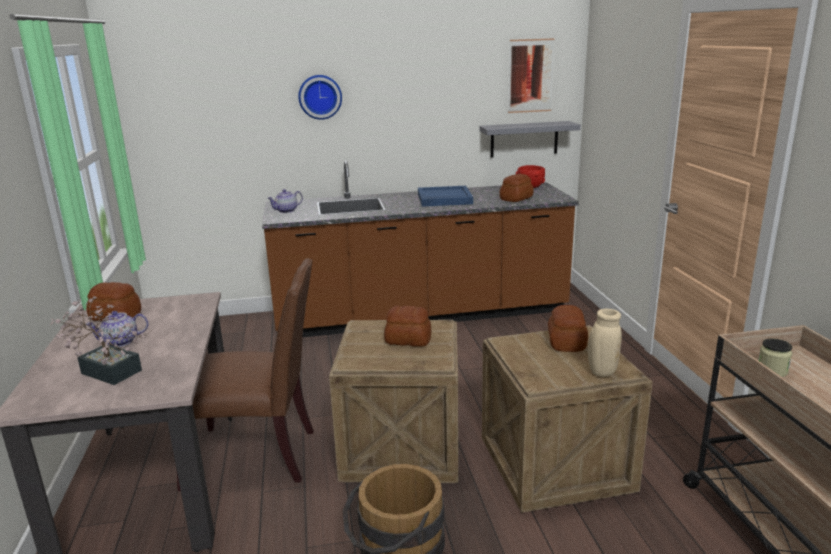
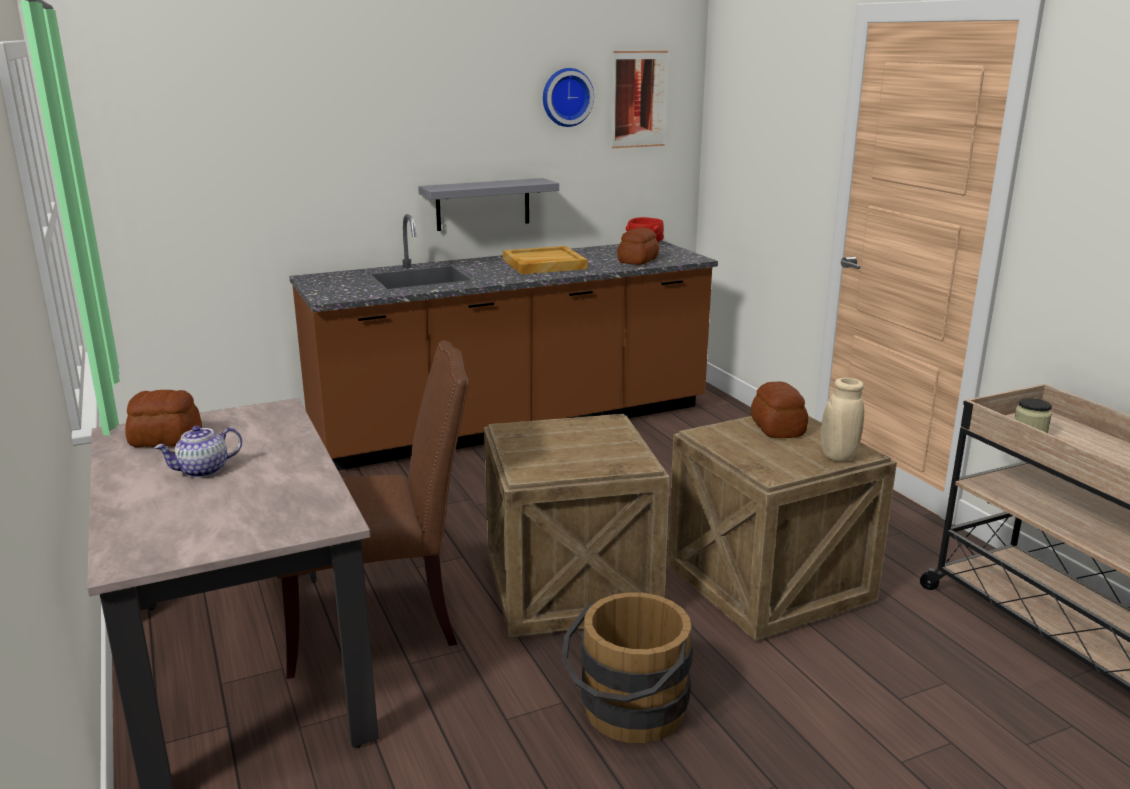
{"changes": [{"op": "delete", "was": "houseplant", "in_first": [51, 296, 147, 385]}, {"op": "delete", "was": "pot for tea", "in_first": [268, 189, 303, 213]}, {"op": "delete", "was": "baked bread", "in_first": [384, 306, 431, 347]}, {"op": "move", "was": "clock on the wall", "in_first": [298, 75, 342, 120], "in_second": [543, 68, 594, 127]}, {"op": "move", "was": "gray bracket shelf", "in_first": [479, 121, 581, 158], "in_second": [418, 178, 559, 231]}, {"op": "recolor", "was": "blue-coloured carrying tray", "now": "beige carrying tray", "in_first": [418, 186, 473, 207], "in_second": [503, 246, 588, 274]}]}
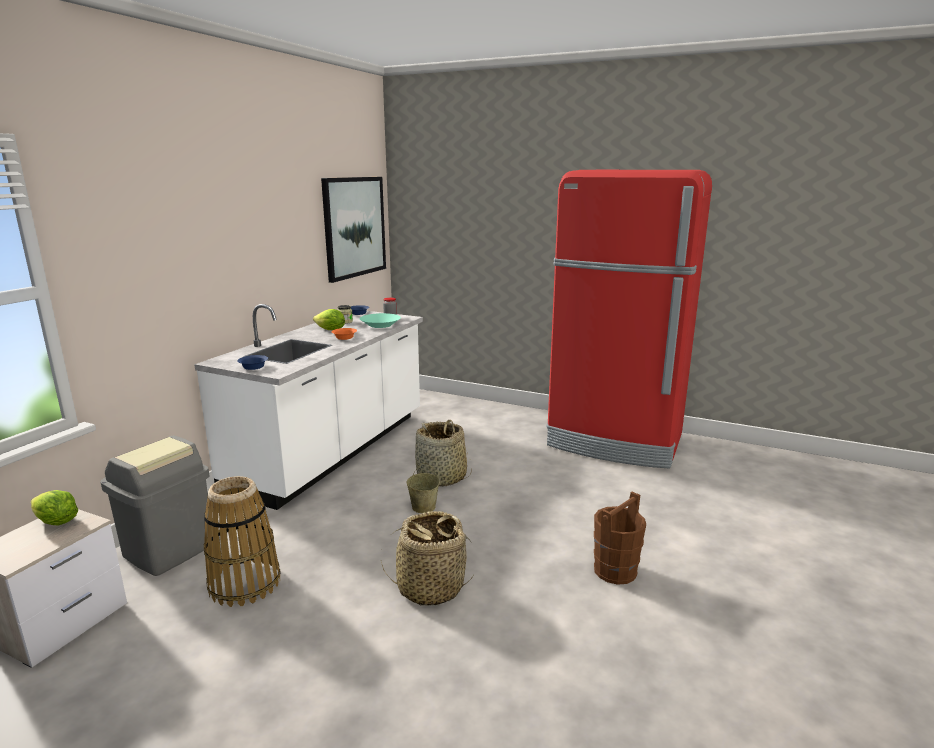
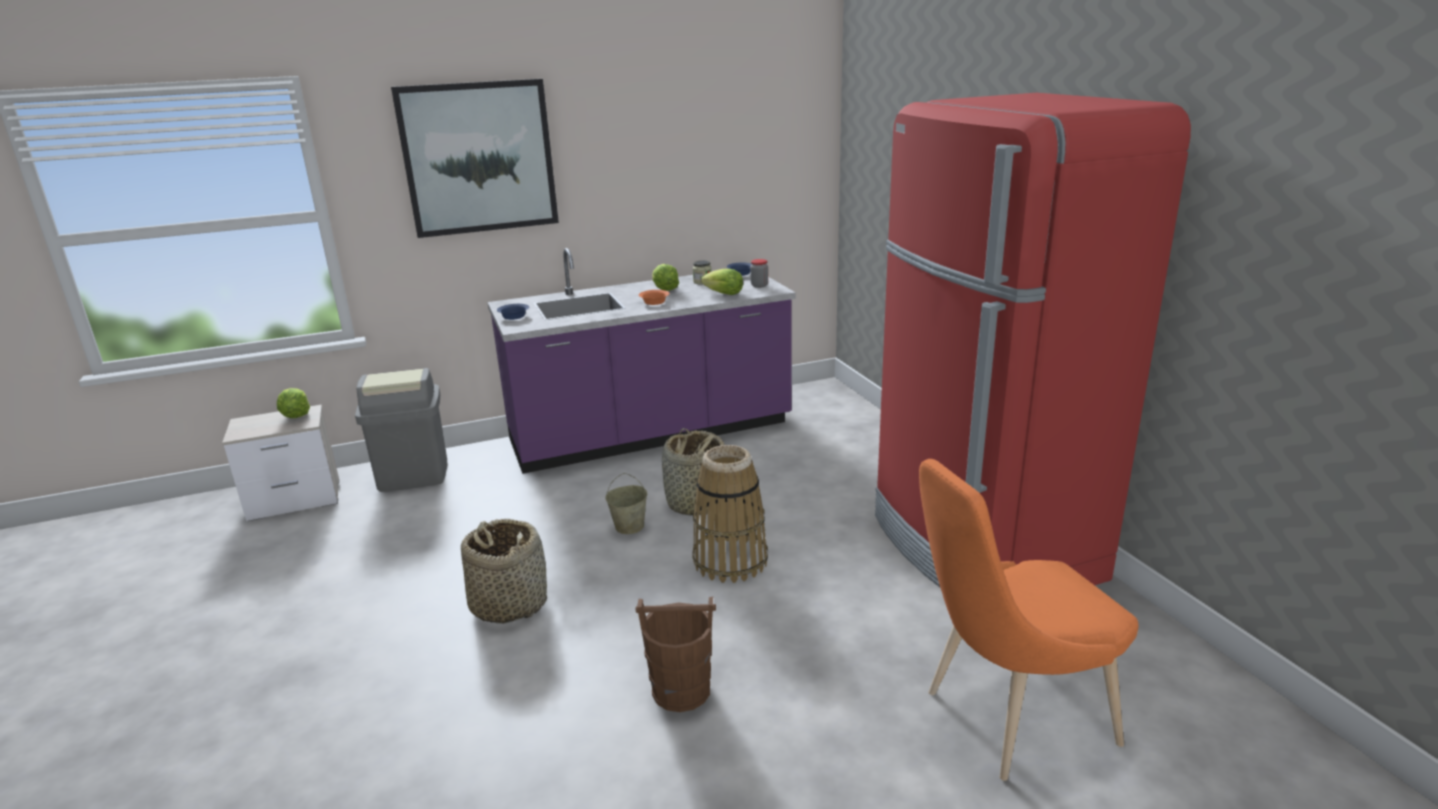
{"changes": [{"op": "insert", "now": "orange-coloured upright chair", "in_second": [919, 459, 1139, 781]}, {"op": "move", "was": "storage basket", "in_first": [204, 476, 281, 607], "in_second": [692, 445, 768, 583]}, {"op": "move", "was": "wall art", "in_first": [321, 177, 386, 283], "in_second": [391, 79, 559, 238]}, {"op": "replace", "was": "turquoise serving bowl", "now": "head of lettuce", "in_first": [360, 313, 401, 328], "in_second": [701, 269, 743, 295]}, {"op": "recolor", "was": "whitish kitchen base unit", "now": "purple-coloured kitchen base unit", "in_first": [194, 304, 423, 510], "in_second": [487, 248, 796, 474]}]}
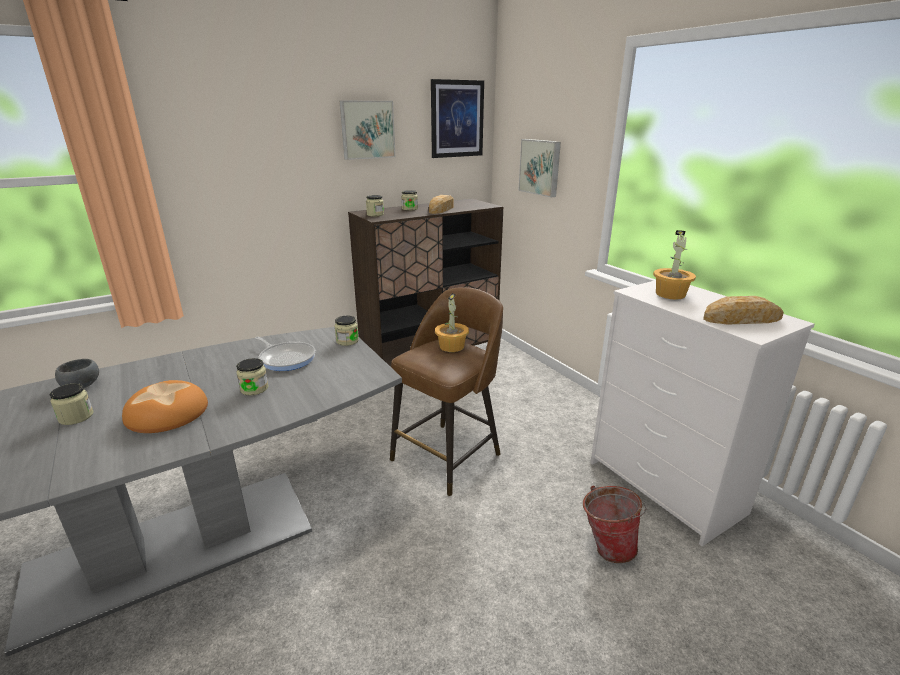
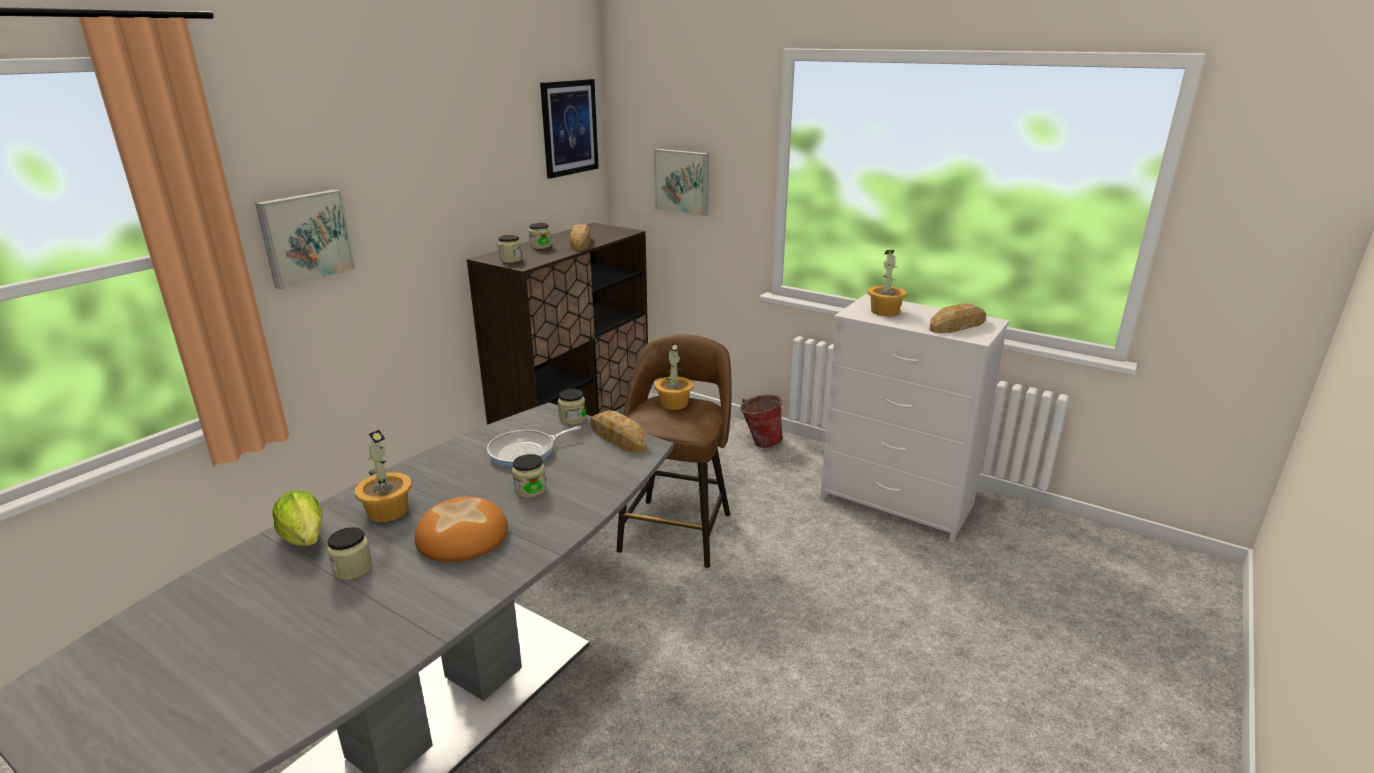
{"changes": [{"op": "insert", "now": "houseplant", "in_second": [355, 430, 412, 522]}, {"op": "insert", "now": "baked bread", "in_second": [590, 411, 647, 453]}, {"op": "move", "was": "wall art", "in_first": [340, 101, 395, 160], "in_second": [255, 189, 356, 289]}, {"op": "move", "was": "water bucket", "in_first": [583, 485, 646, 563], "in_second": [740, 394, 784, 448]}, {"op": "replace", "was": "gray serving bowl", "now": "head of lettuce", "in_first": [55, 359, 99, 388], "in_second": [272, 490, 323, 546]}, {"op": "rotate", "was": "frying pan", "in_first": [255, 337, 315, 371], "in_second": [487, 426, 581, 467], "clockwise": 135}]}
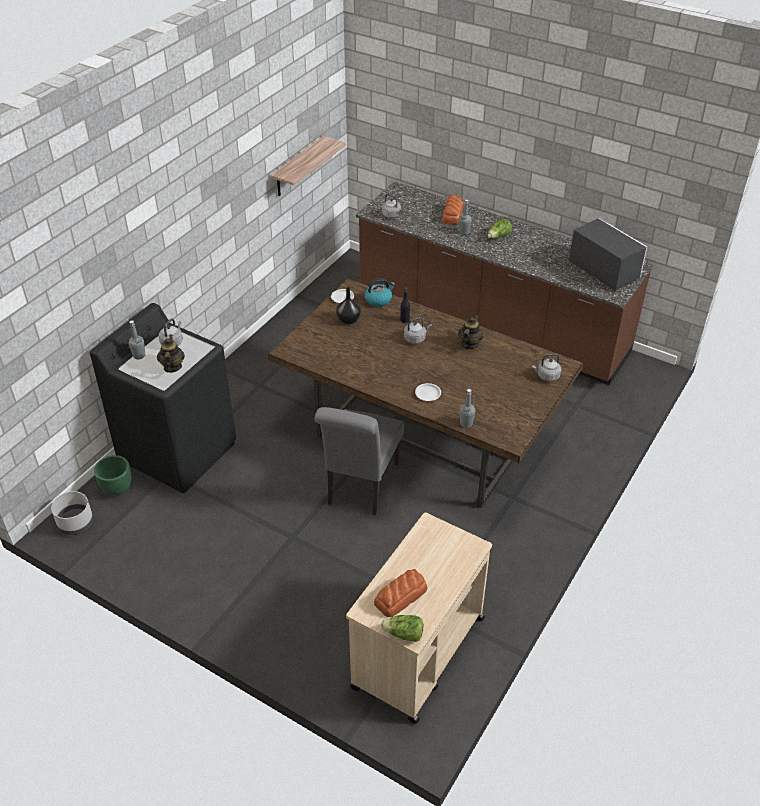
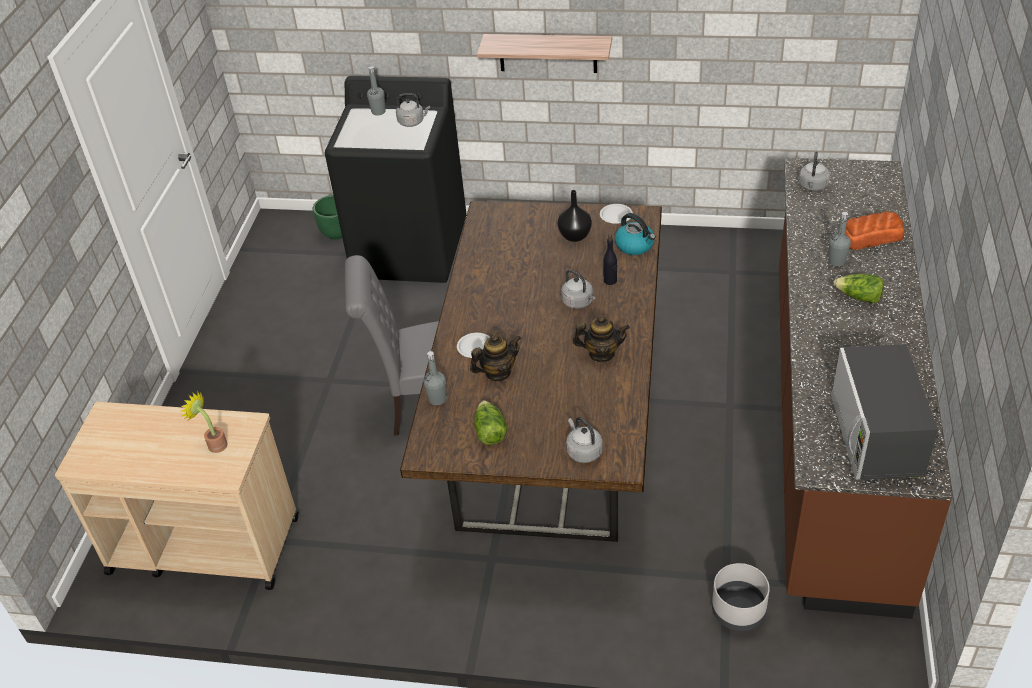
{"changes": [{"op": "delete", "was": "baked bread", "in_first": [374, 569, 427, 617]}, {"op": "insert", "now": "houseplant", "in_second": [181, 390, 228, 453]}, {"op": "move", "was": "gray planter", "in_first": [51, 491, 93, 535], "in_second": [712, 563, 770, 631]}, {"op": "move", "was": "pot for tea", "in_first": [157, 335, 185, 373], "in_second": [470, 334, 521, 381]}, {"op": "move", "was": "bracket shelf", "in_first": [270, 136, 346, 196], "in_second": [477, 34, 612, 73]}, {"op": "move", "was": "head of lettuce", "in_first": [381, 615, 423, 642], "in_second": [474, 400, 507, 445]}, {"op": "rotate", "was": "microwave", "in_first": [569, 218, 647, 291], "in_second": [831, 344, 938, 480], "clockwise": 150}]}
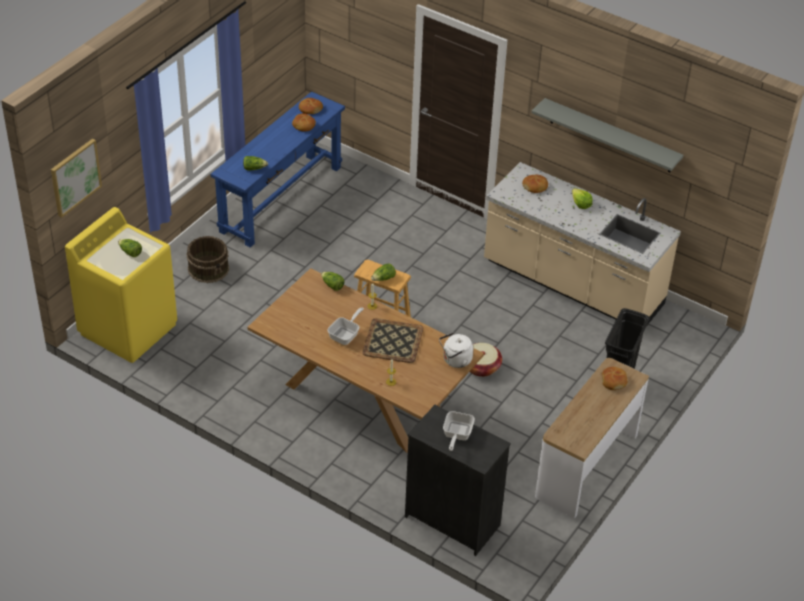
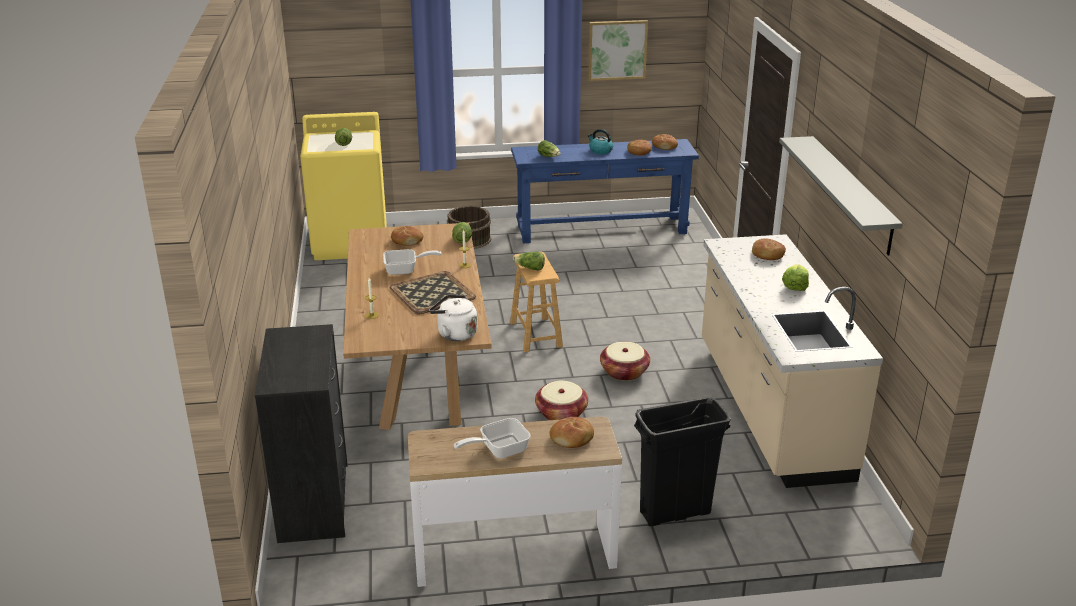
{"changes": [{"op": "insert", "now": "baked bread", "in_second": [391, 226, 423, 246]}, {"op": "insert", "now": "water kettle", "in_second": [588, 129, 613, 154]}, {"op": "insert", "now": "storage basket", "in_second": [600, 342, 650, 381]}, {"op": "move", "was": "wall art", "in_first": [51, 138, 102, 218], "in_second": [588, 20, 648, 81]}, {"op": "move", "was": "frying pan", "in_first": [443, 411, 475, 451], "in_second": [454, 418, 531, 458]}]}
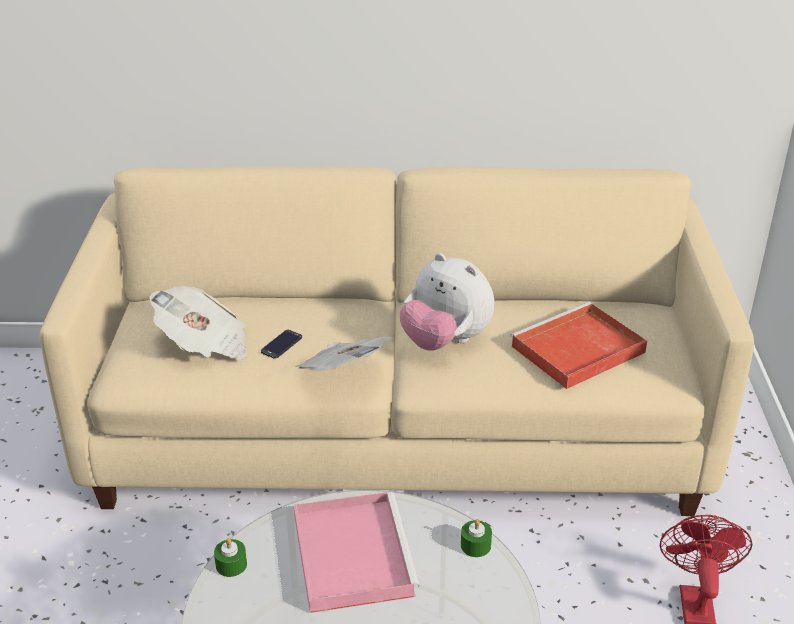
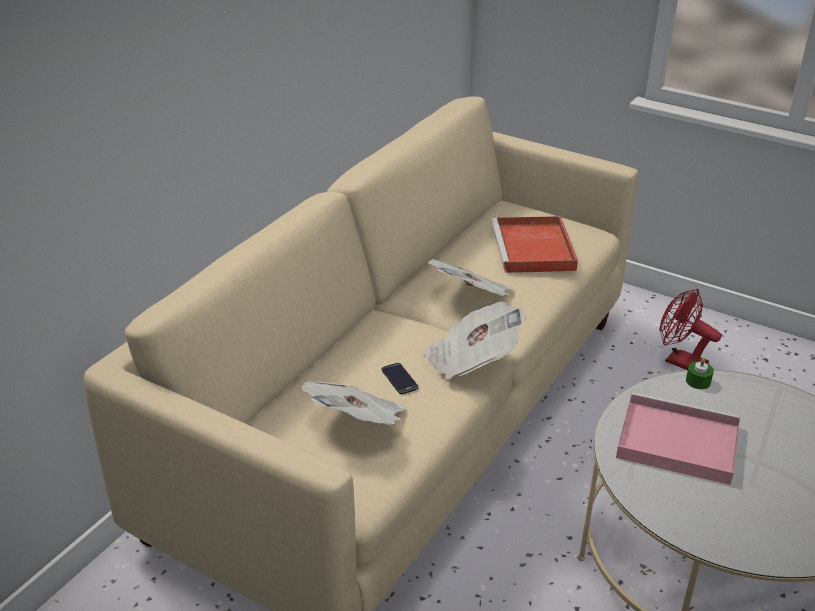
{"changes": [{"op": "delete", "was": "greenish candle", "in_first": [214, 538, 247, 577]}, {"op": "replace", "was": "cuddly toy", "now": "daily paper", "in_first": [400, 253, 494, 350], "in_second": [428, 259, 513, 296]}]}
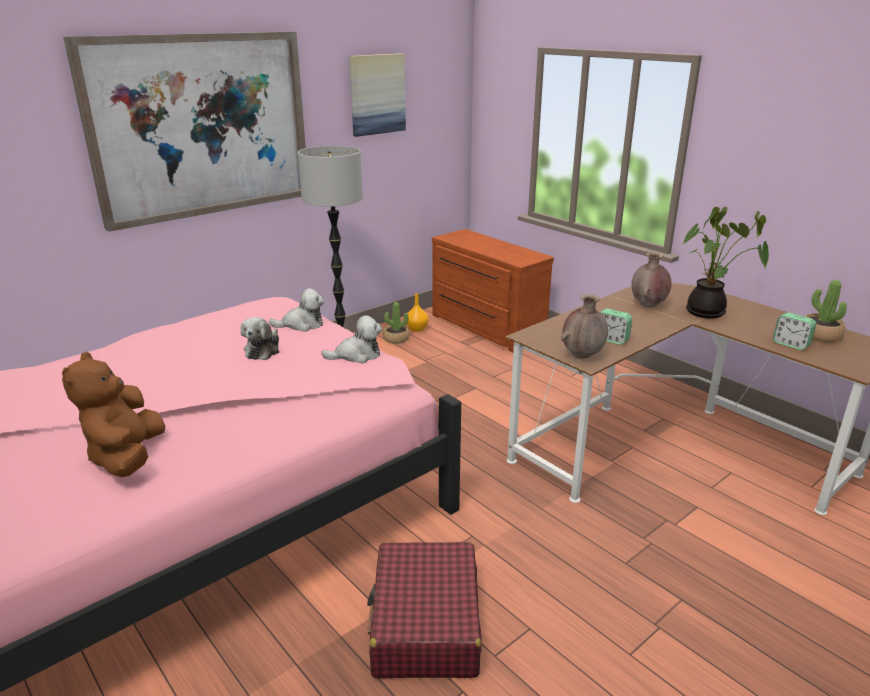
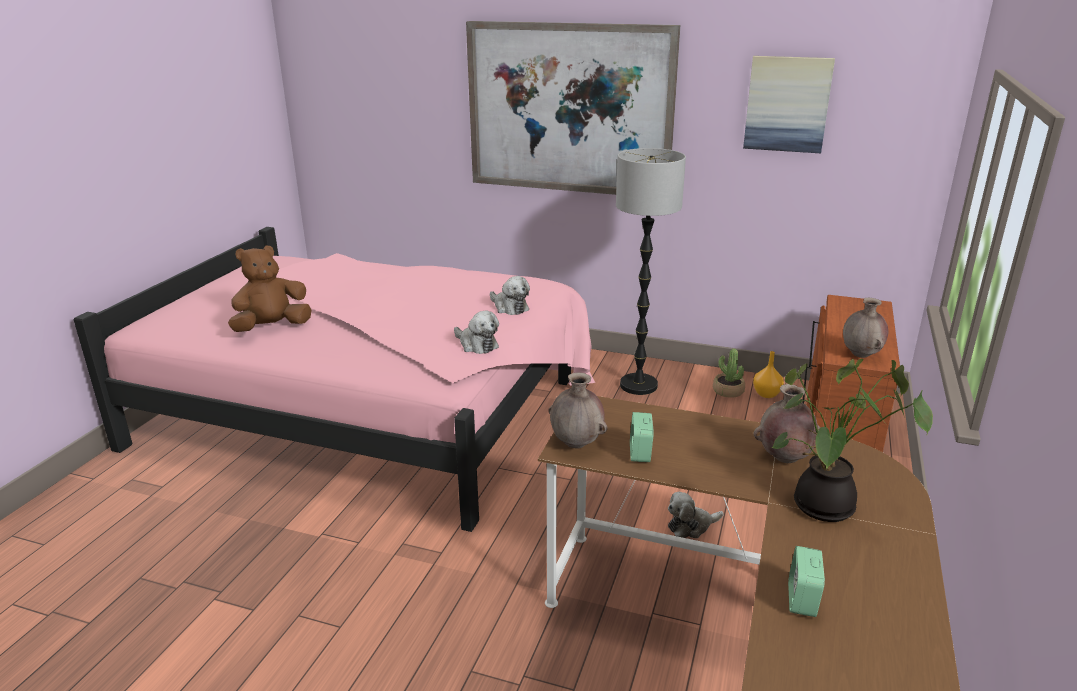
{"changes": [{"op": "delete", "was": "red-coloured suitcase", "in_first": [367, 542, 482, 678]}, {"op": "delete", "was": "houseplant", "in_first": [805, 280, 847, 342]}, {"op": "insert", "now": "brown-coloured decorative vase", "in_second": [843, 298, 888, 358]}, {"op": "move", "was": "cuddly toy", "in_first": [240, 317, 279, 360], "in_second": [668, 492, 724, 538]}]}
